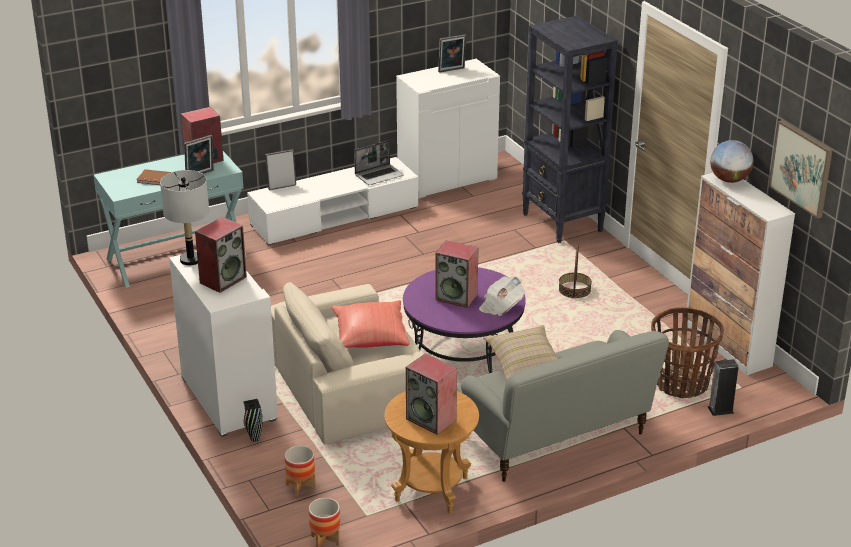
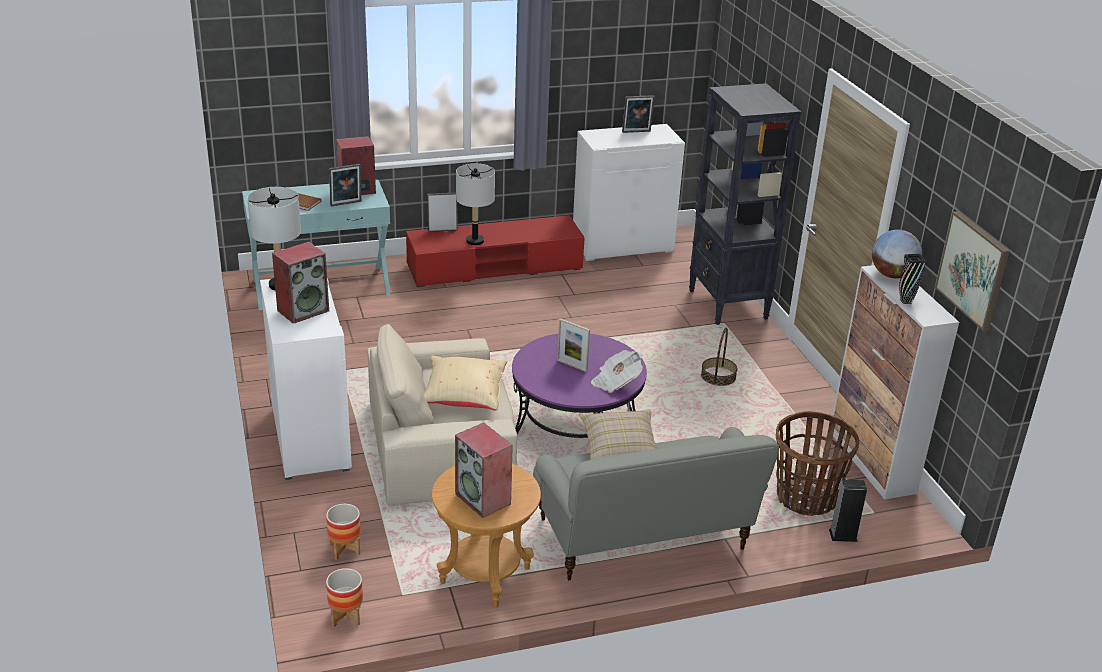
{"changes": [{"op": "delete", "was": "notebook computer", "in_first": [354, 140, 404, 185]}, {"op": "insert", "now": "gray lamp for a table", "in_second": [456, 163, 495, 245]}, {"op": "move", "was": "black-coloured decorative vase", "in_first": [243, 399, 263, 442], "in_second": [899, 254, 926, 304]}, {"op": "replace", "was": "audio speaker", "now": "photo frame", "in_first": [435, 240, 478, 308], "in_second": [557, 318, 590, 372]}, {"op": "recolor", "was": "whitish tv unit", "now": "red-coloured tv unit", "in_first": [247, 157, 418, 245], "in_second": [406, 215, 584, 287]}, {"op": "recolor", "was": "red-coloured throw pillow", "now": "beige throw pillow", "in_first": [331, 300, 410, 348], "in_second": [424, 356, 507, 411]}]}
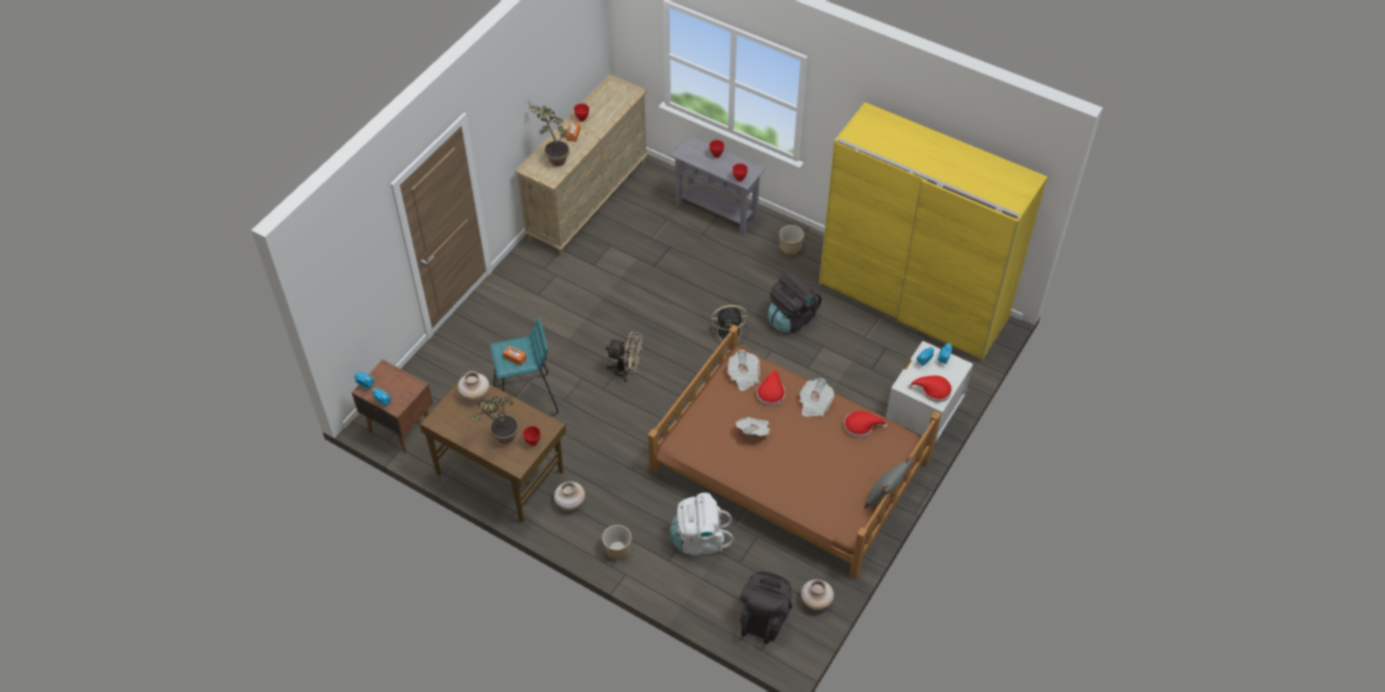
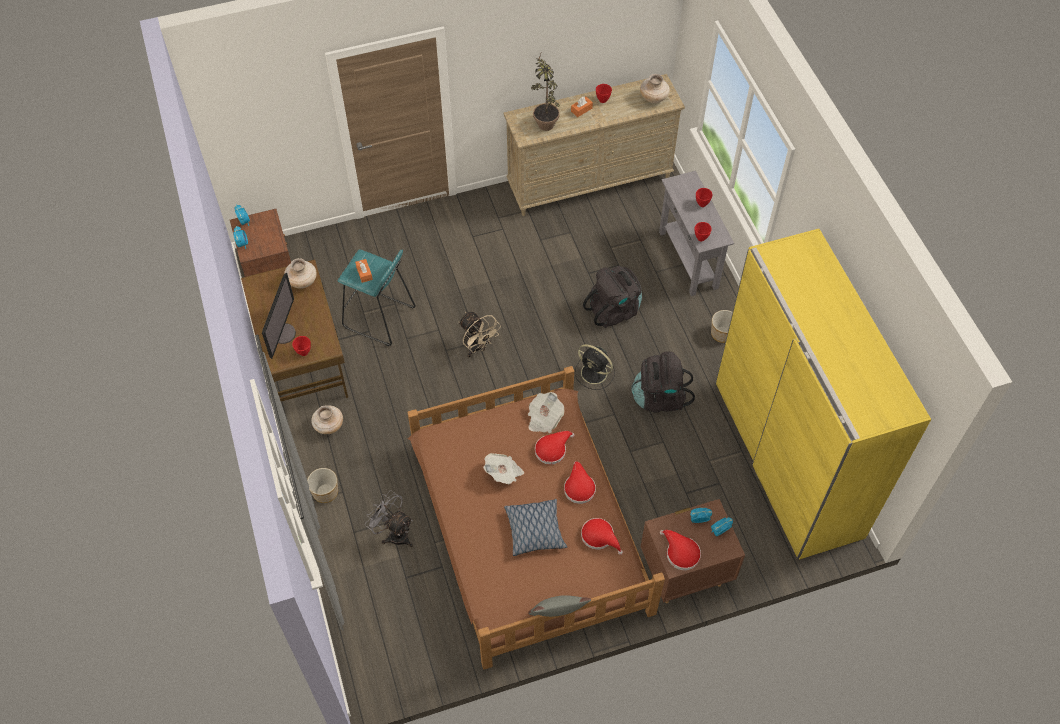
{"changes": [{"op": "insert", "now": "throw pillow", "in_second": [504, 499, 567, 556]}, {"op": "move", "was": "black-coloured rucksack", "in_first": [740, 571, 792, 644], "in_second": [583, 266, 642, 328]}, {"op": "move", "was": "beige decorative vase", "in_first": [801, 579, 834, 610], "in_second": [640, 74, 670, 103]}, {"op": "replace", "was": "houseplant", "now": "computer display", "in_first": [467, 396, 519, 444], "in_second": [262, 273, 296, 359]}, {"op": "replace", "was": "whitish rucksack", "now": "gray fan", "in_first": [669, 493, 734, 555], "in_second": [365, 490, 413, 547]}, {"op": "replace", "was": "daily paper", "now": "red-coloured clothing hat", "in_first": [799, 378, 834, 417], "in_second": [564, 461, 596, 504]}, {"op": "recolor", "was": "whitish night table", "now": "brown-coloured night table", "in_first": [886, 341, 973, 442], "in_second": [641, 499, 745, 603]}]}
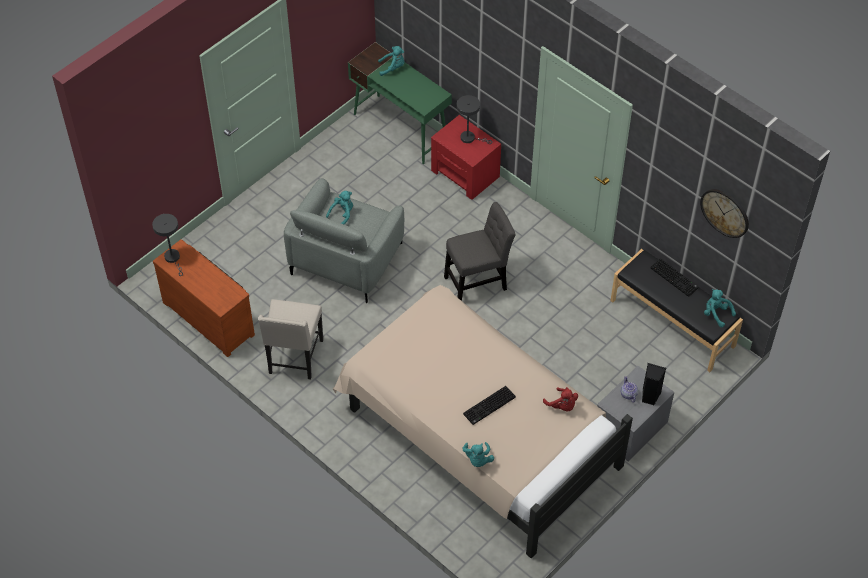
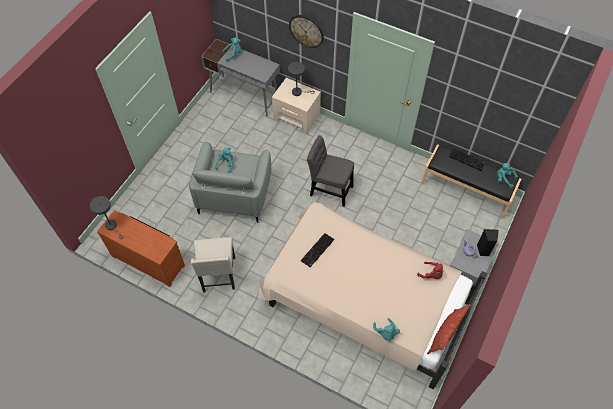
{"changes": [{"op": "insert", "now": "throw pillow", "in_second": [427, 304, 470, 354]}, {"op": "move", "was": "PC keyboard", "in_first": [463, 386, 516, 425], "in_second": [301, 233, 334, 267]}, {"op": "move", "was": "clock on the wall", "in_first": [700, 189, 749, 238], "in_second": [289, 15, 324, 48]}, {"op": "recolor", "was": "greenish desk unit", "now": "gray desk unit", "in_first": [348, 42, 452, 164], "in_second": [201, 39, 280, 116]}, {"op": "recolor", "was": "red-coloured night table", "now": "beige night table", "in_first": [431, 115, 501, 200], "in_second": [272, 78, 321, 134]}, {"op": "rotate", "was": "gray upright chair", "in_first": [444, 202, 516, 301], "in_second": [307, 135, 354, 207], "clockwise": -120}]}
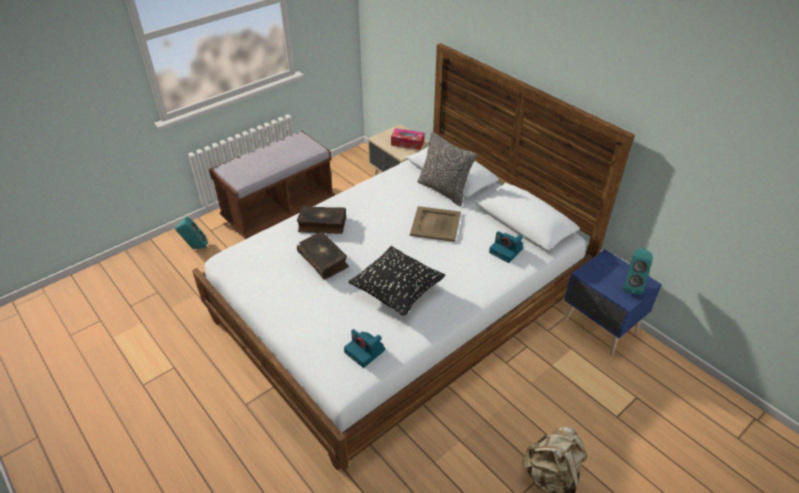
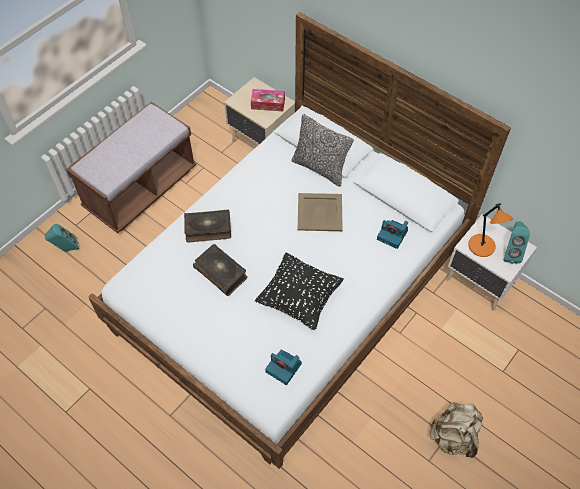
{"changes": [{"op": "insert", "now": "orange-coloured lamp for a table", "in_second": [468, 203, 514, 257]}, {"op": "recolor", "was": "blue-coloured night table", "now": "whitish night table", "in_first": [563, 249, 662, 356], "in_second": [446, 214, 537, 311]}]}
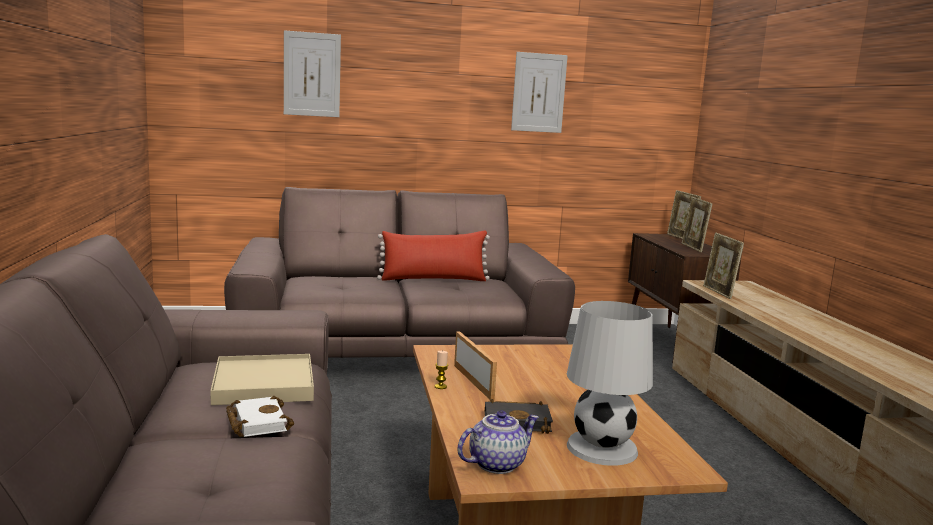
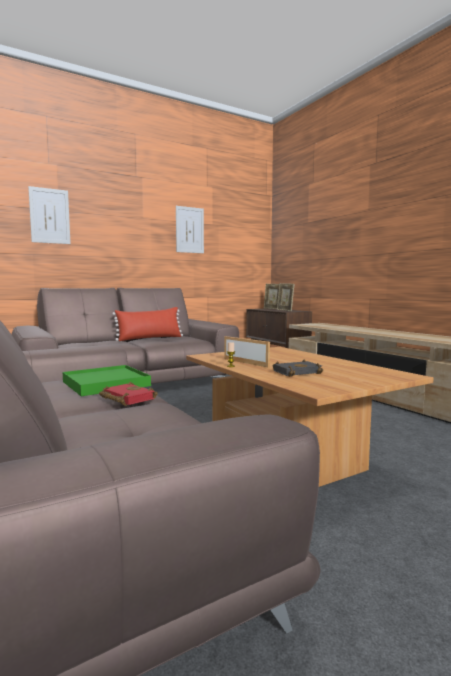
{"changes": [{"op": "delete", "was": "pot for tea", "in_first": [458, 410, 539, 474]}, {"op": "delete", "was": "whitish lamp for a table", "in_first": [567, 301, 653, 466]}, {"op": "delete", "was": "photo frame", "in_first": [703, 232, 744, 299]}, {"op": "recolor", "was": "beige carrying tray", "now": "greenish carrying tray", "in_first": [210, 354, 314, 405], "in_second": [63, 365, 151, 396]}, {"op": "recolor", "was": "whitish volume", "now": "red-coloured volume", "in_first": [226, 396, 294, 437], "in_second": [99, 382, 158, 406]}]}
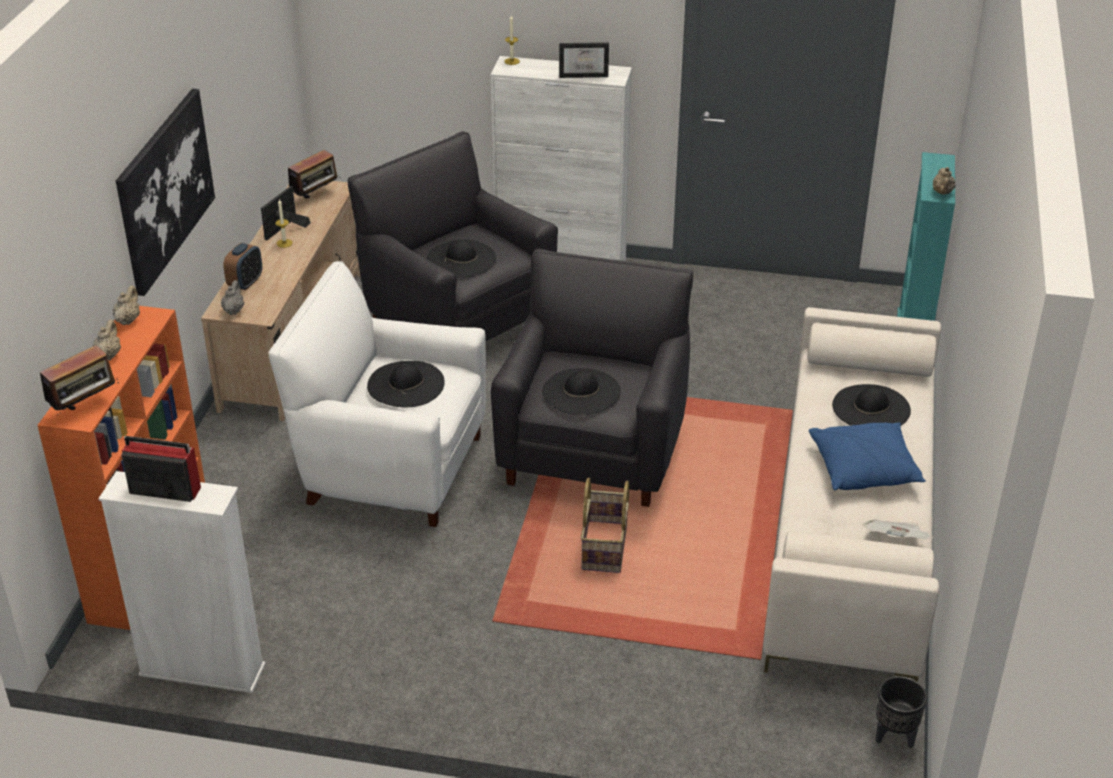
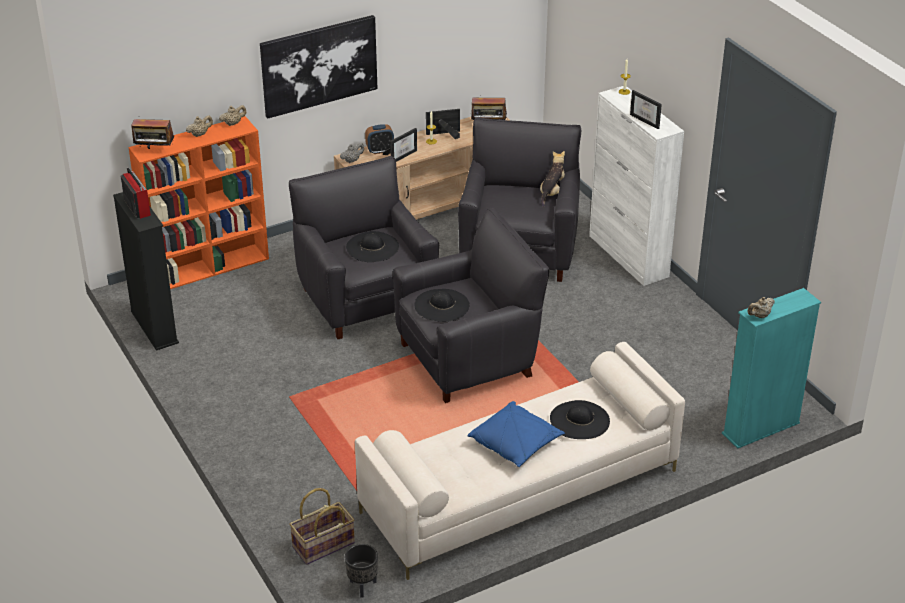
{"changes": [{"op": "delete", "was": "black-coloured clothing hat", "in_first": [427, 239, 496, 278]}, {"op": "delete", "was": "daily paper", "in_first": [863, 519, 934, 540]}, {"op": "insert", "now": "photo frame", "in_second": [383, 128, 417, 162]}, {"op": "insert", "now": "cuddly toy", "in_second": [540, 151, 565, 207]}, {"op": "move", "was": "storage basket", "in_first": [581, 478, 629, 573], "in_second": [289, 488, 355, 565]}, {"op": "recolor", "was": "whitish bookcase", "now": "black-coloured bookcase", "in_first": [98, 471, 266, 693], "in_second": [113, 192, 179, 351]}, {"op": "recolor", "was": "whitish easy chair", "now": "black-coloured easy chair", "in_first": [268, 261, 486, 527], "in_second": [289, 156, 439, 339]}]}
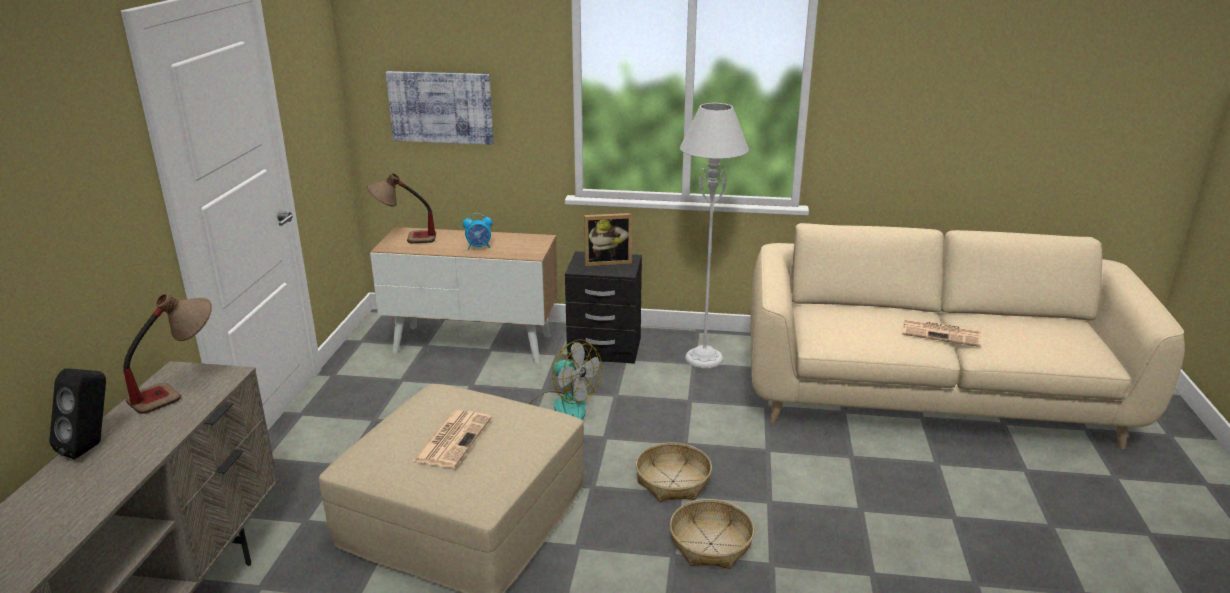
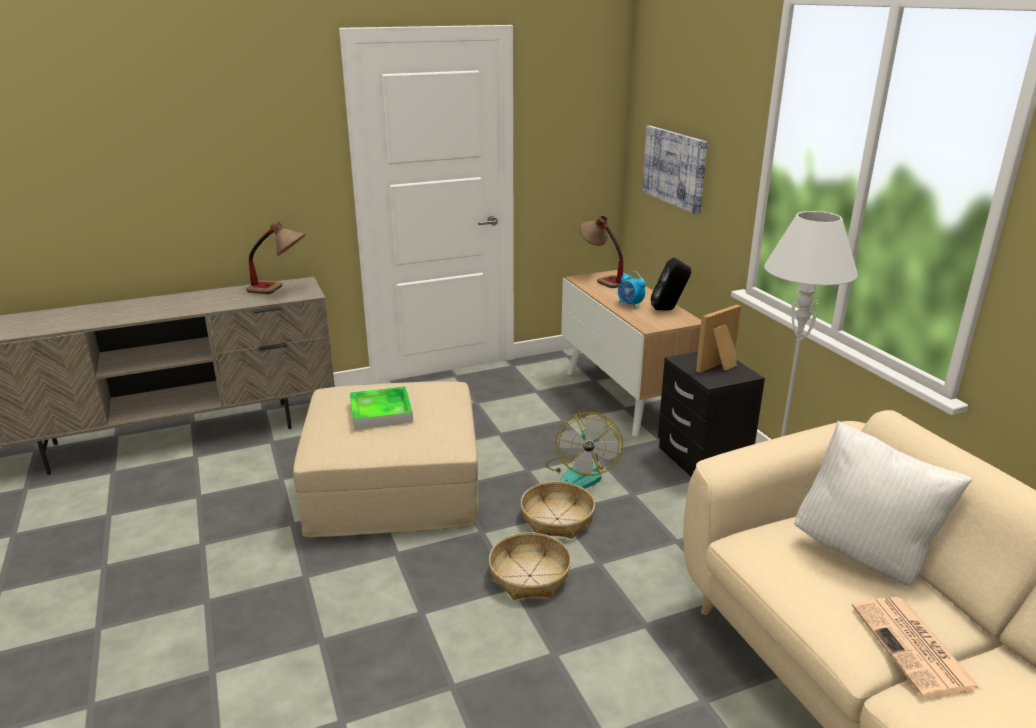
{"changes": [{"op": "insert", "now": "whitish throw pillow", "in_second": [794, 421, 972, 586]}, {"op": "move", "was": "black-coloured audio speaker", "in_first": [49, 368, 106, 460], "in_second": [651, 258, 691, 310]}, {"op": "move", "was": "storage basket", "in_first": [670, 499, 754, 569], "in_second": [520, 481, 595, 539]}, {"op": "replace", "was": "daily paper", "now": "carrying tray", "in_first": [413, 410, 492, 468], "in_second": [350, 386, 413, 430]}, {"op": "rotate", "was": "photo frame", "in_first": [584, 213, 632, 266], "in_second": [696, 305, 741, 373], "clockwise": 90}]}
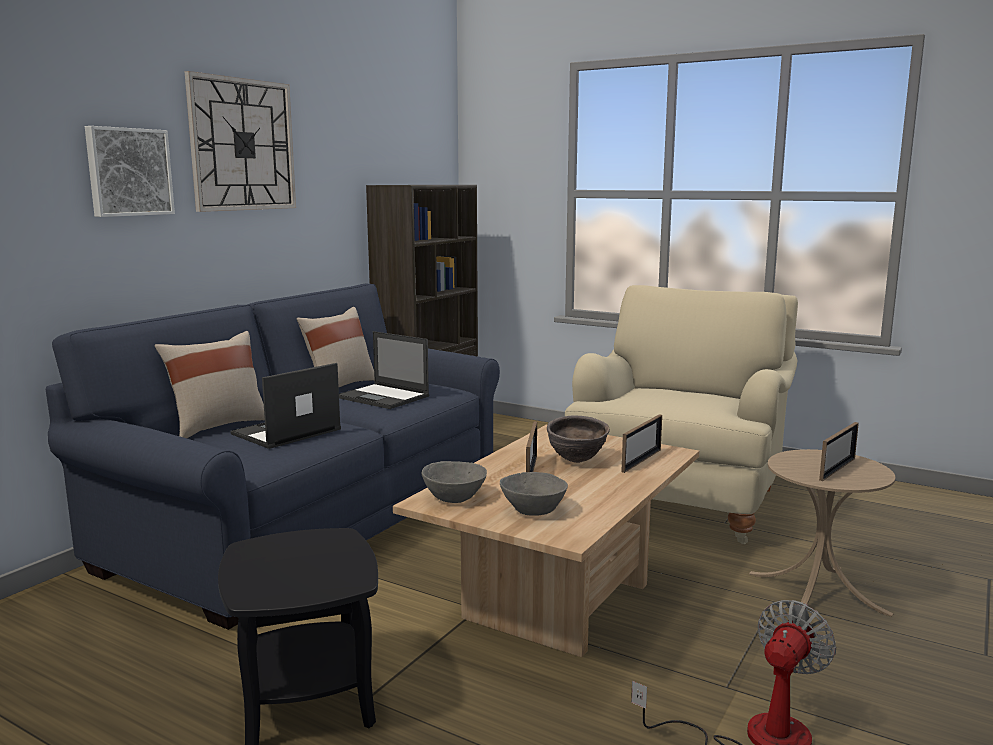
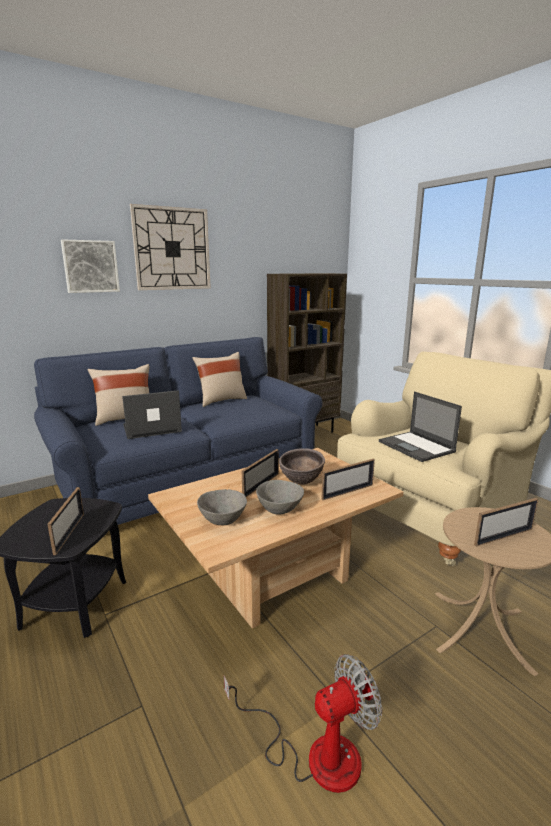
{"changes": [{"op": "insert", "now": "photo frame", "in_second": [47, 487, 84, 555]}, {"op": "move", "was": "notebook computer", "in_first": [339, 331, 429, 409], "in_second": [379, 391, 462, 462]}, {"op": "move", "was": "gray serving bowl", "in_first": [421, 461, 487, 503], "in_second": [256, 480, 304, 515]}]}
